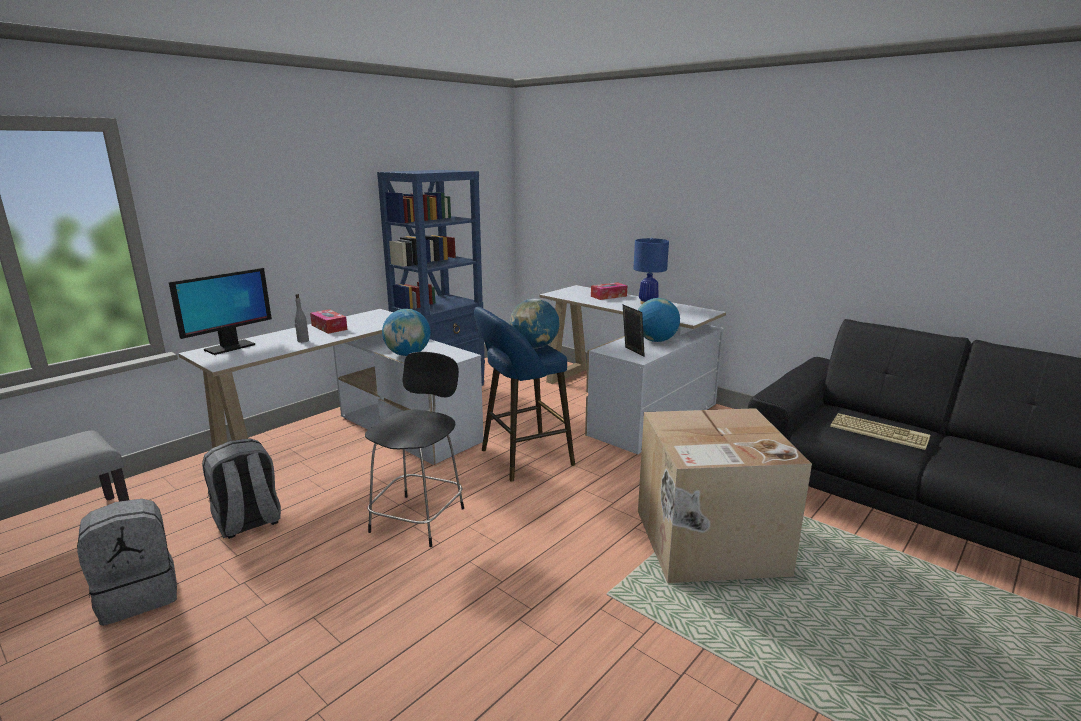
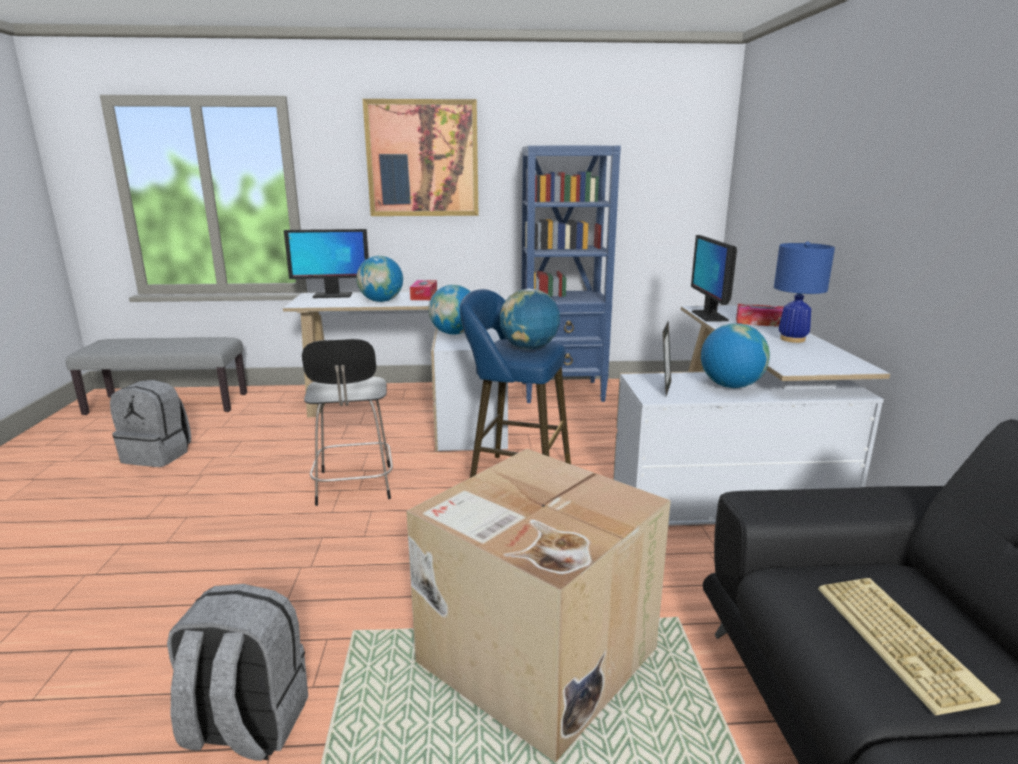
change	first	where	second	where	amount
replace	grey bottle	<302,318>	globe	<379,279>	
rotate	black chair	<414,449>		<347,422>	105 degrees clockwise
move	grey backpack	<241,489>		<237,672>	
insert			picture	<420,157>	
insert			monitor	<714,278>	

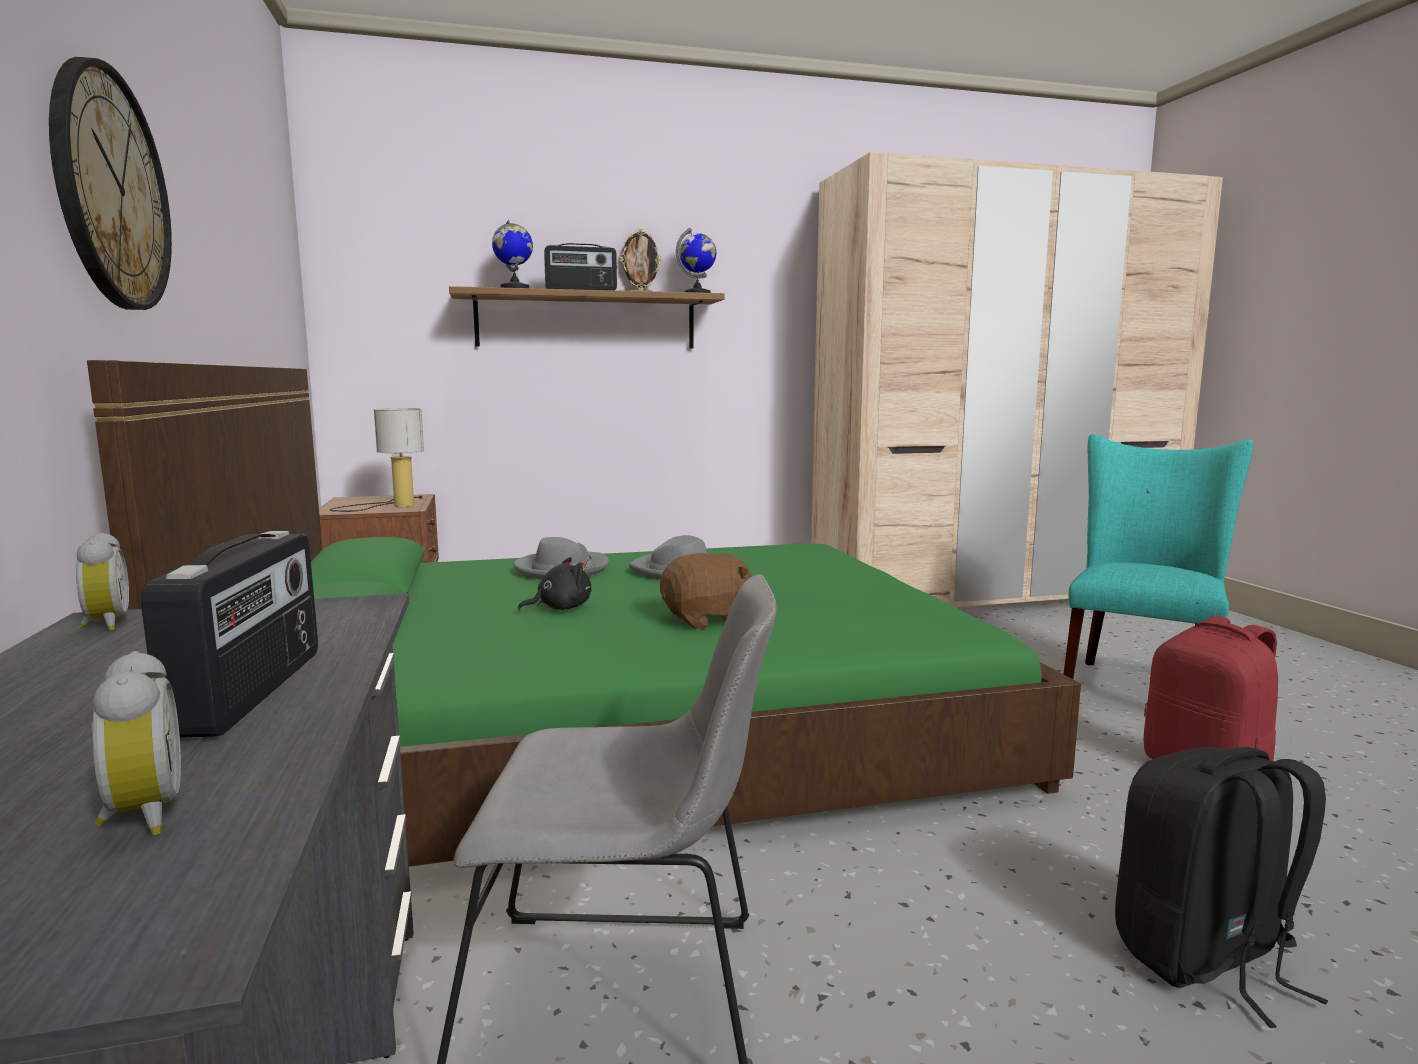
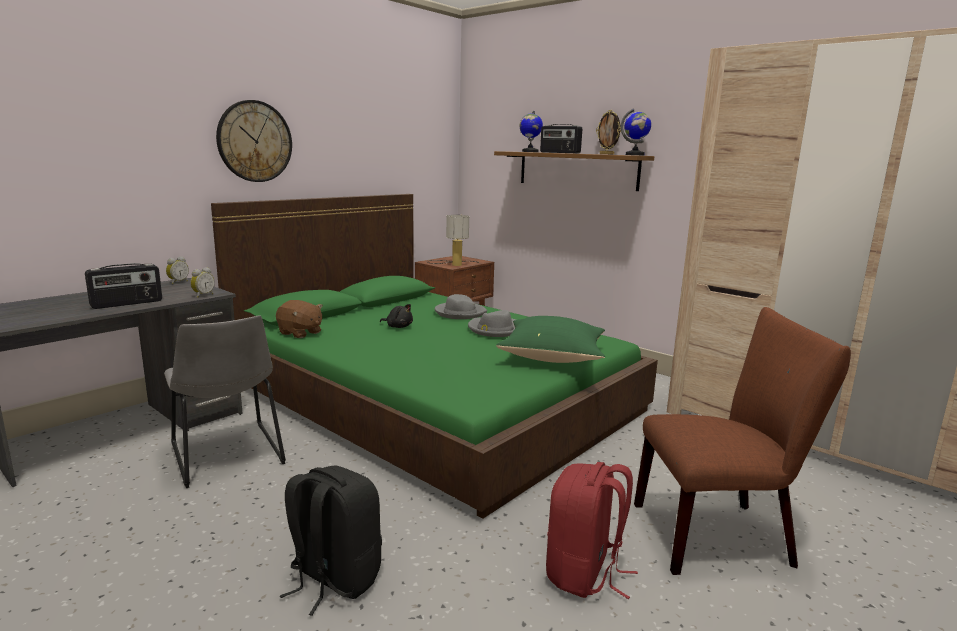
change	first	where	second	where	amount
recolor	turquoise chair	<1158,556>	brown chair	<742,441>	
move	brown plush toy	<706,591>		<299,319>	
move	alarm clock	<136,743>		<202,282>	
insert			green pillow	<550,339>	

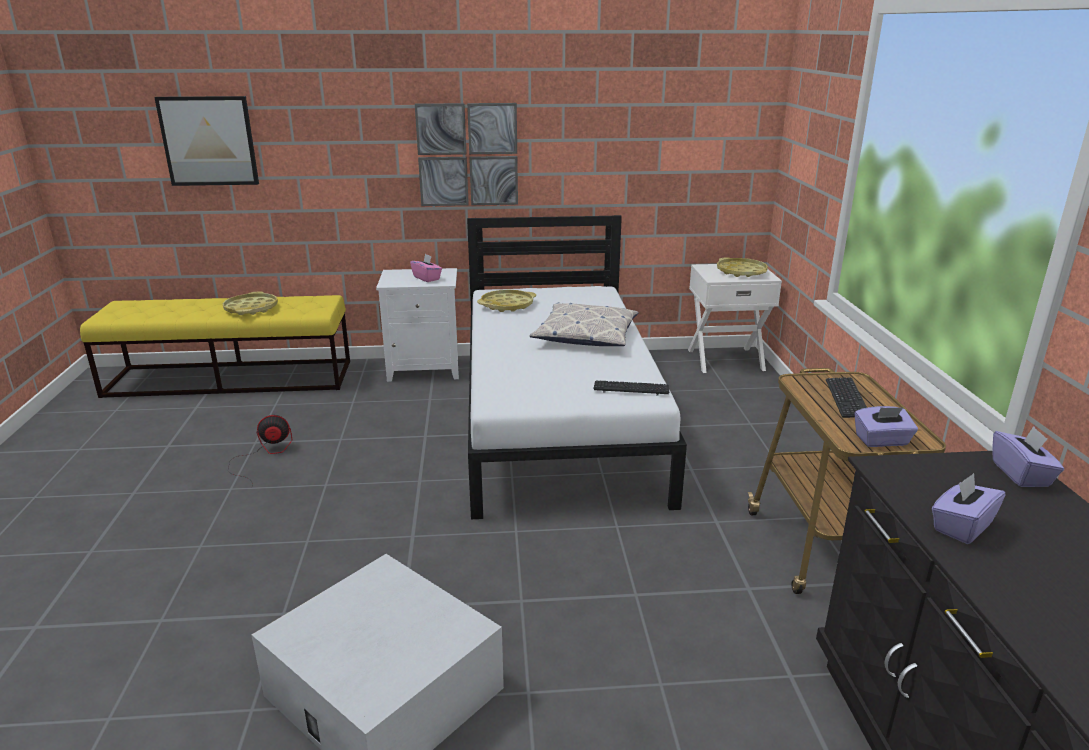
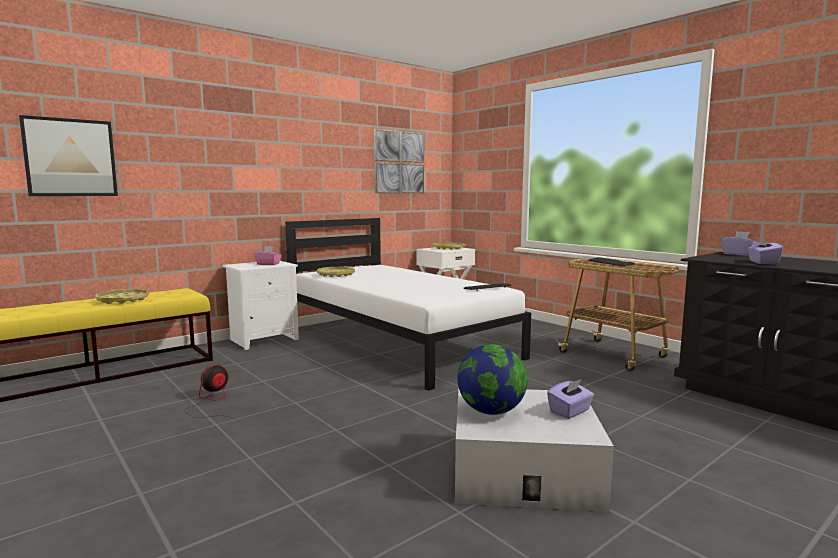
change	first	where	second	where	amount
move	picture	<466,154>		<399,161>	
delete	pillow	<584,324>			
move	purple tissue box	<886,426>		<570,399>	
insert			globe	<492,379>	

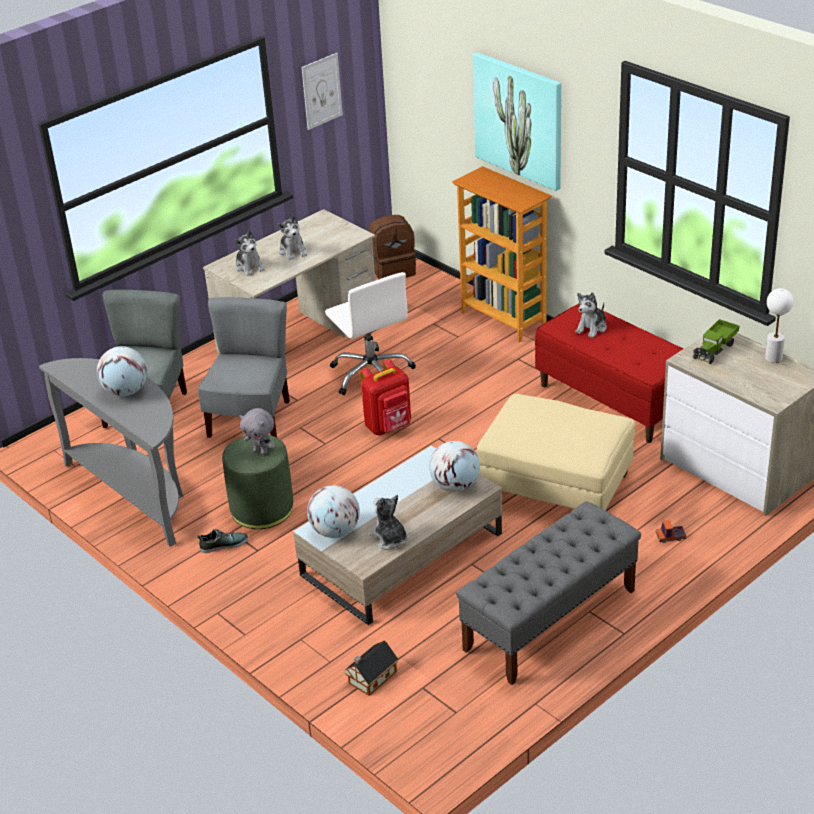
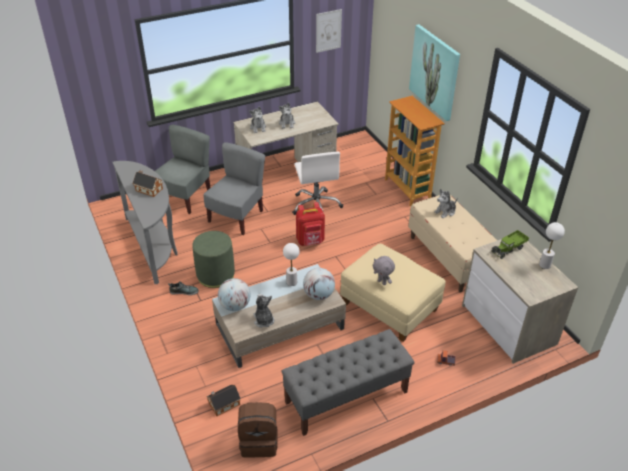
change	first	where	second	where	amount
move	brown backpack	<392,247>		<258,430>	
recolor	red bench	<609,373>	beige bench	<453,244>	
replace	globe	<122,371>	toy house	<148,183>	
move	grey plush toy	<257,431>		<384,270>	
insert			white table lamp	<291,264>	

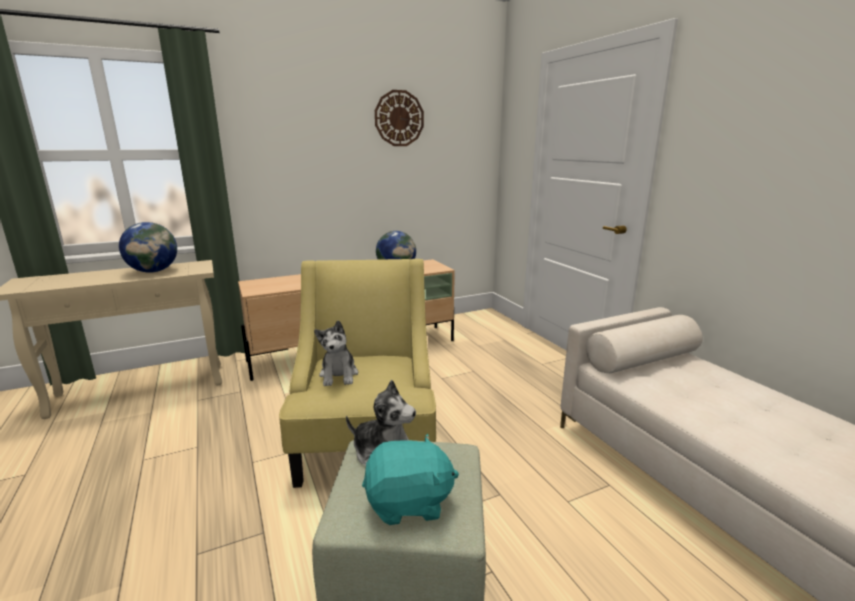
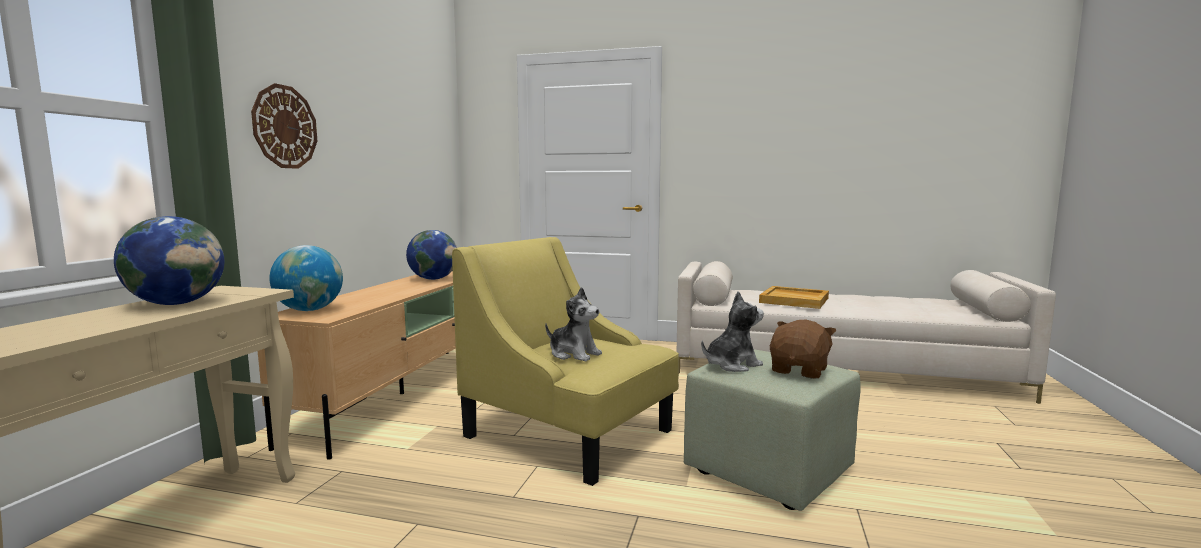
change	first	where	second	where	amount
move	wall clock	<399,118>		<284,126>	
recolor	turquoise plush toy	<410,479>	brown plush toy	<803,349>	
insert			globe	<306,278>	
insert			beige tray	<794,297>	

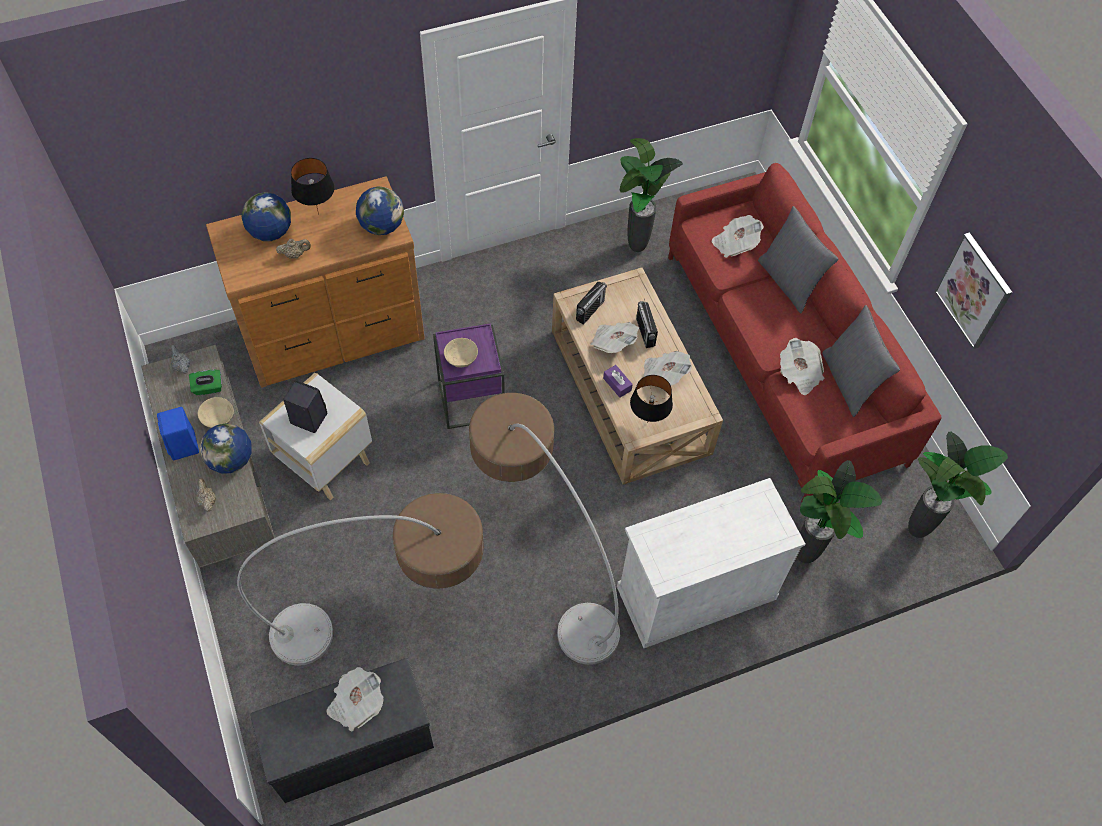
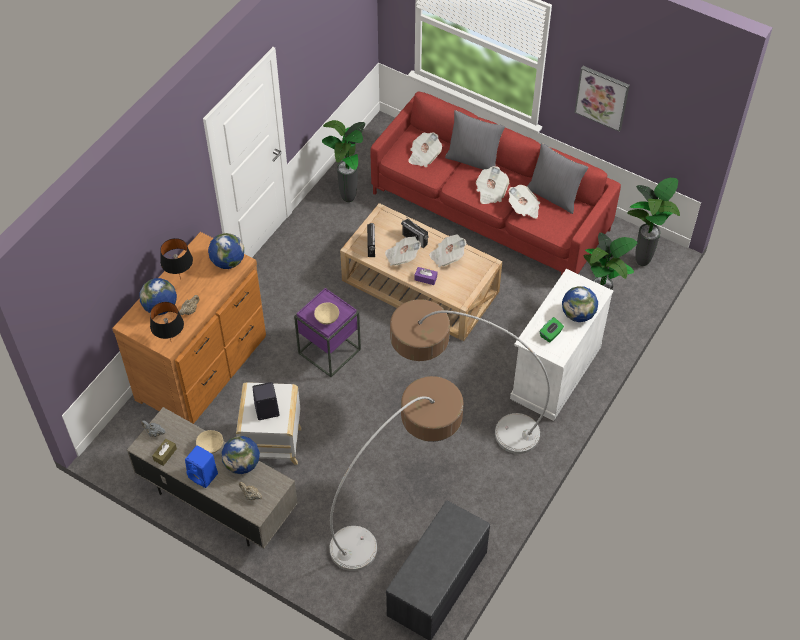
change	first	where	second	where	amount
move	green tissue box	<205,382>		<551,330>	
move	black table lamp	<651,398>		<167,322>	
move	newspaper	<354,699>		<492,185>	
insert			globe	<580,304>	
insert			brown tissue box	<164,452>	

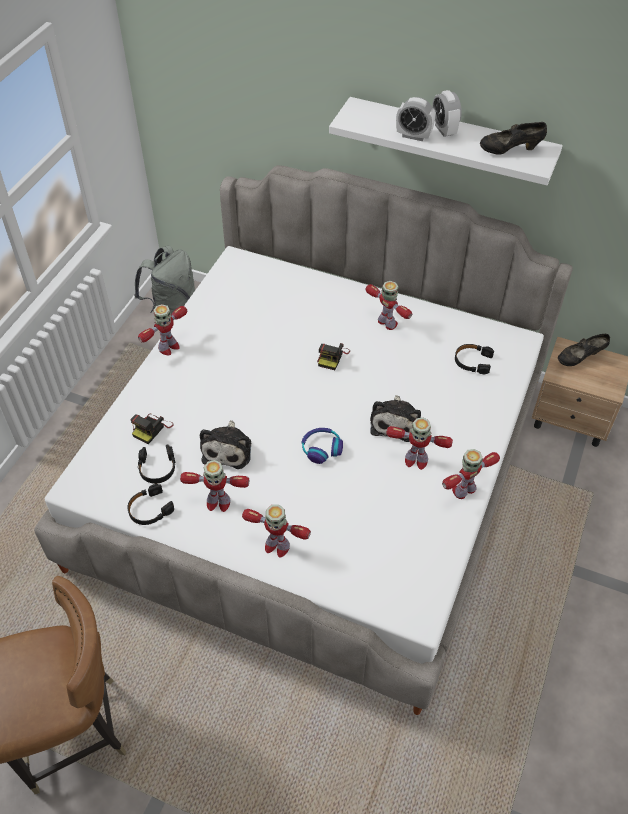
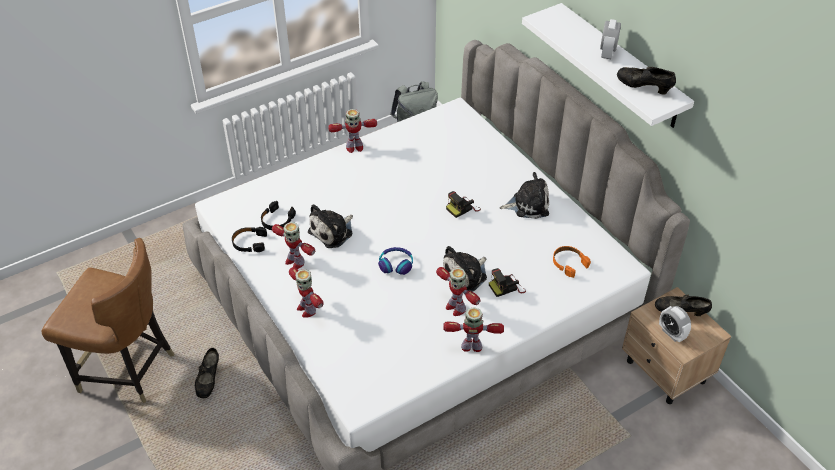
change	first	where	second	where	amount
move	alarm clock	<415,119>		<675,324>	
replace	toy robot	<388,305>	plush toy	<524,195>	
recolor	black headphones	<474,359>	orange headphones	<572,262>	
move	photo camera	<152,429>		<507,282>	
insert			black shoe	<207,373>	

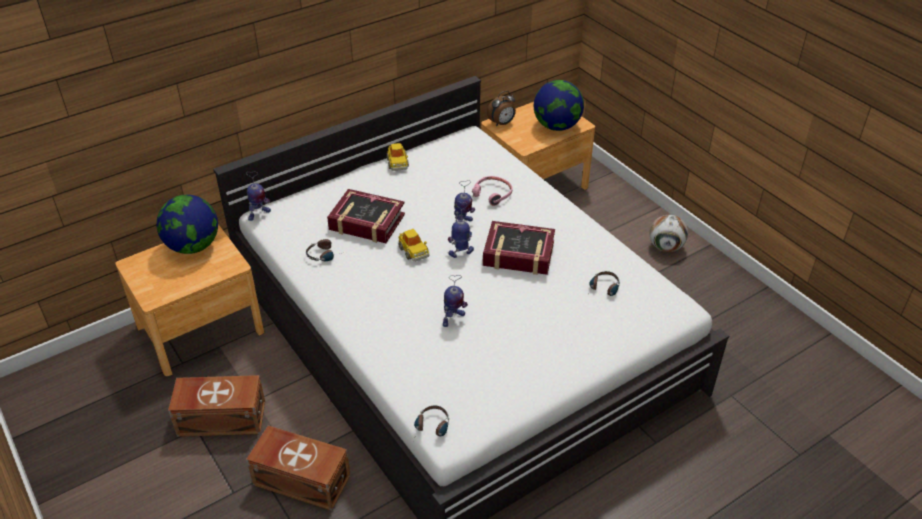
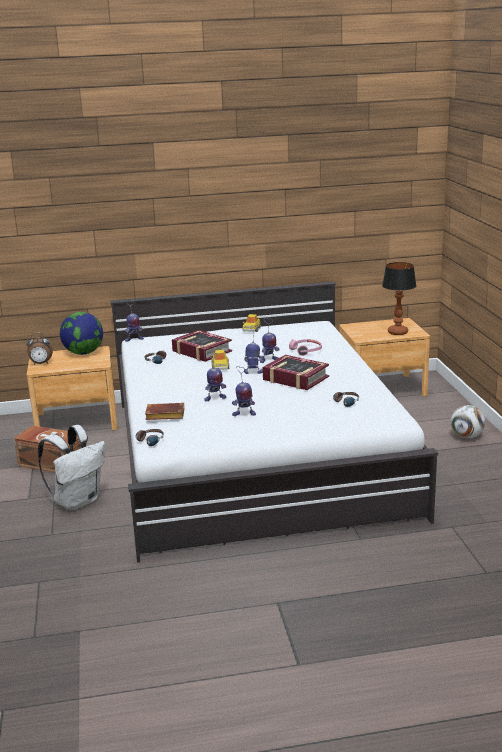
change	first	where	second	where	amount
replace	globe	<559,105>	table lamp	<399,298>	
move	alarm clock	<501,108>		<39,349>	
replace	brown storage box	<298,468>	white backpack	<71,468>	
insert			toy robot	<244,391>	
insert			brown book	<164,411>	

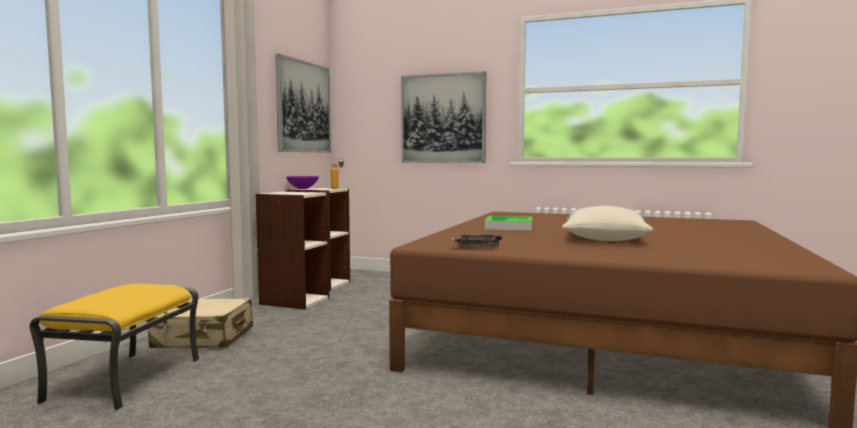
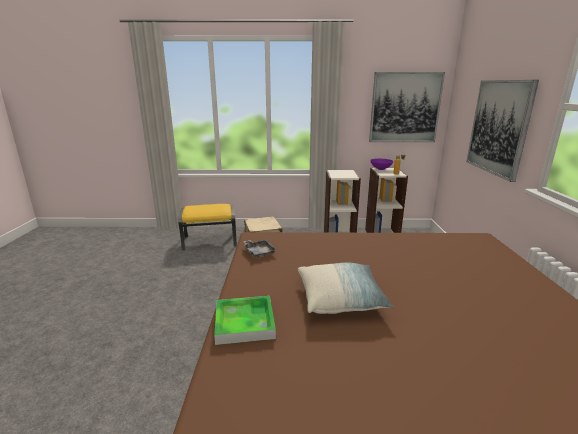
change	first	where	second	where	amount
move	tray	<508,223>		<245,320>	

